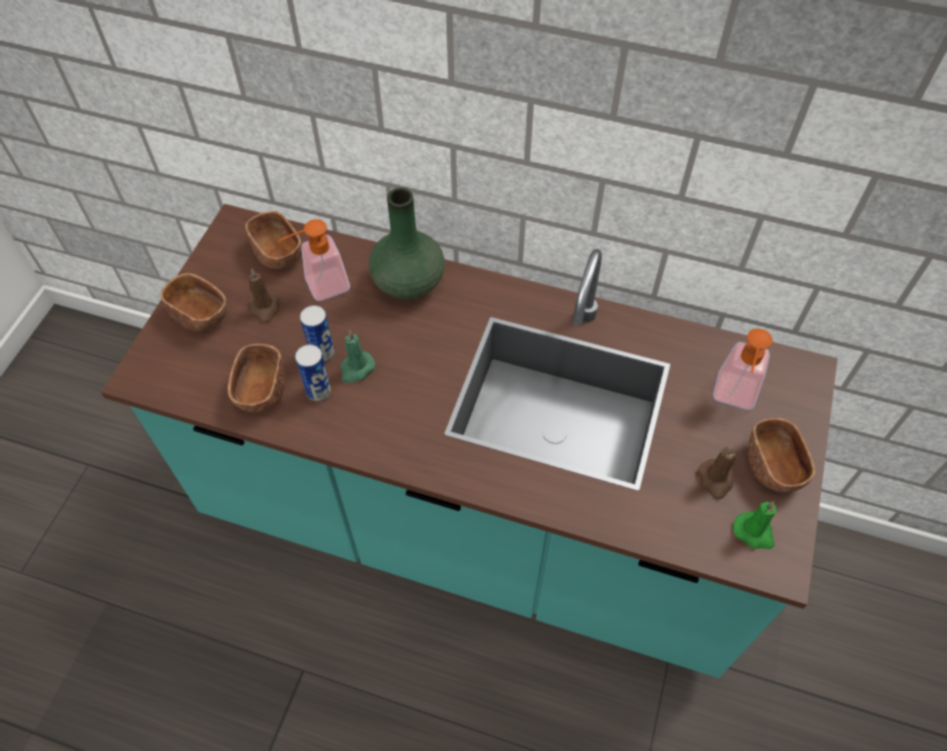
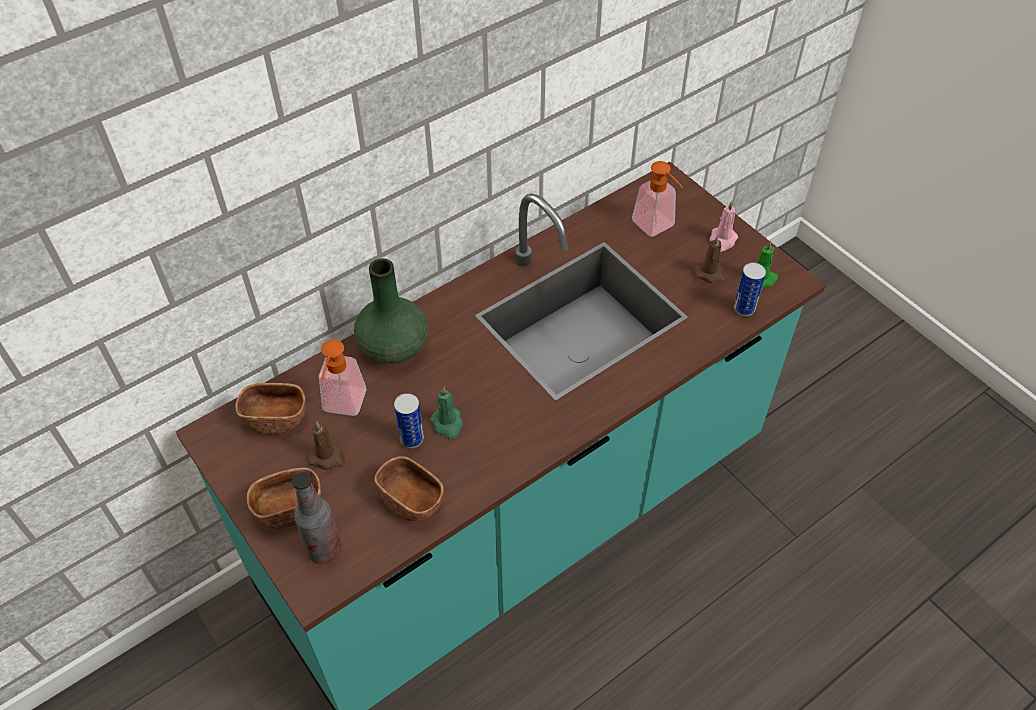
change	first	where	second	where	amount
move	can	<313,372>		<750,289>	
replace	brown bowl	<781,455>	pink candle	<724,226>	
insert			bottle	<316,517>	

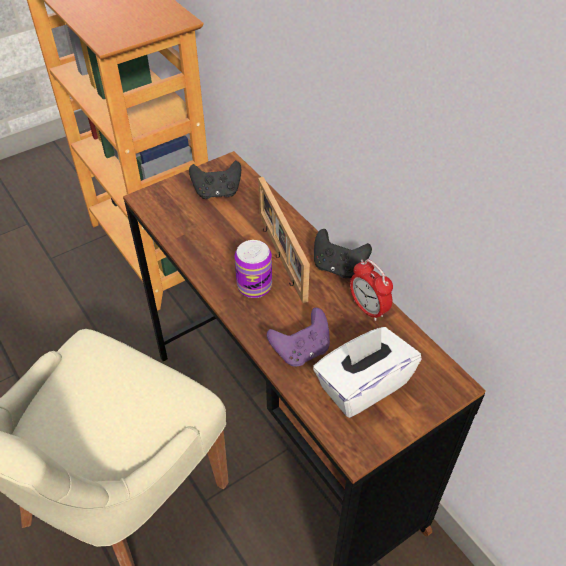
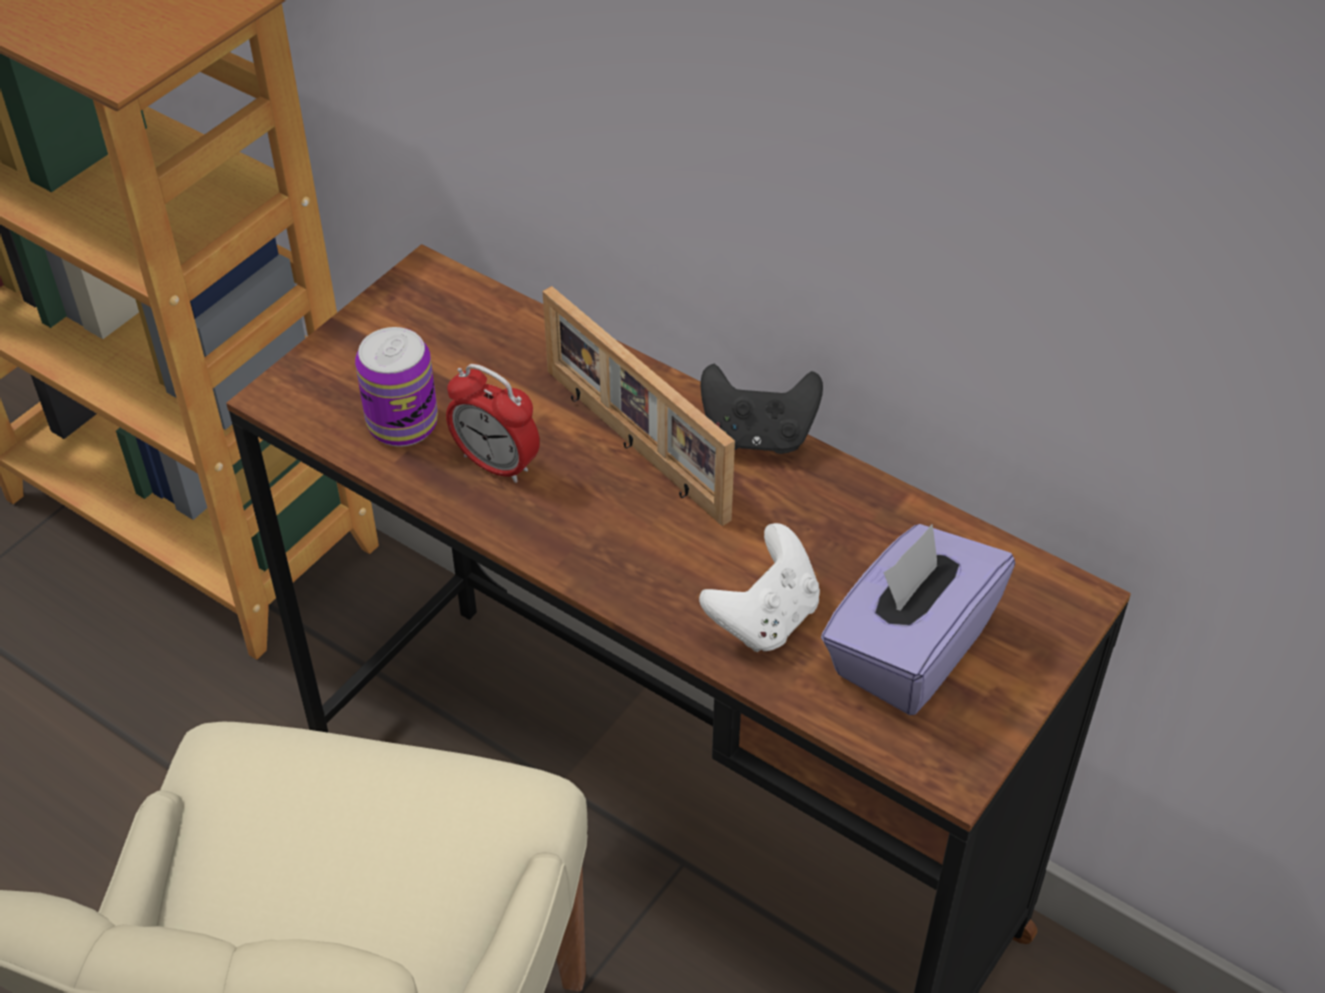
change	first	where	second	where	amount
delete	black game controller	<215,180>			
move	can	<253,269>		<396,387>	
move	alarm clock	<371,290>		<493,423>	
recolor	purple game controller	<298,336>	white game controller	<759,587>	
recolor	white tissue box	<367,372>	purple tissue box	<918,619>	

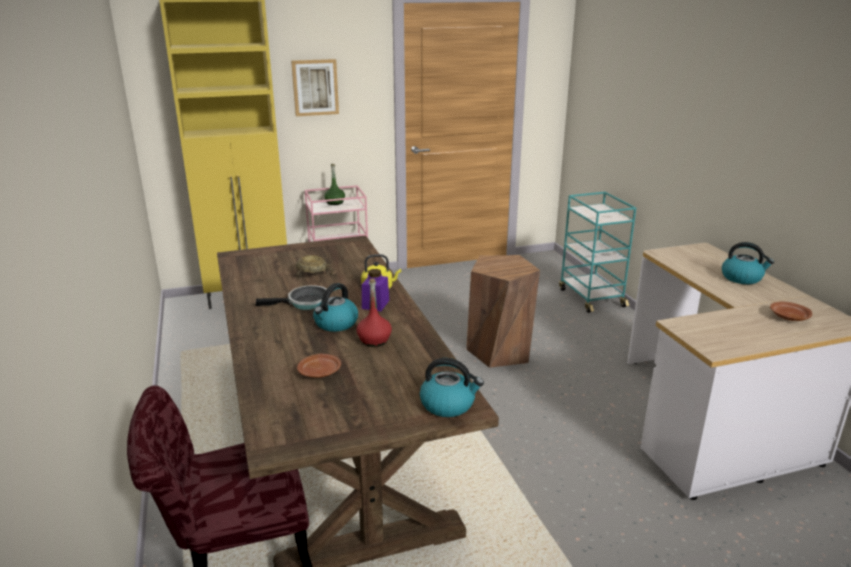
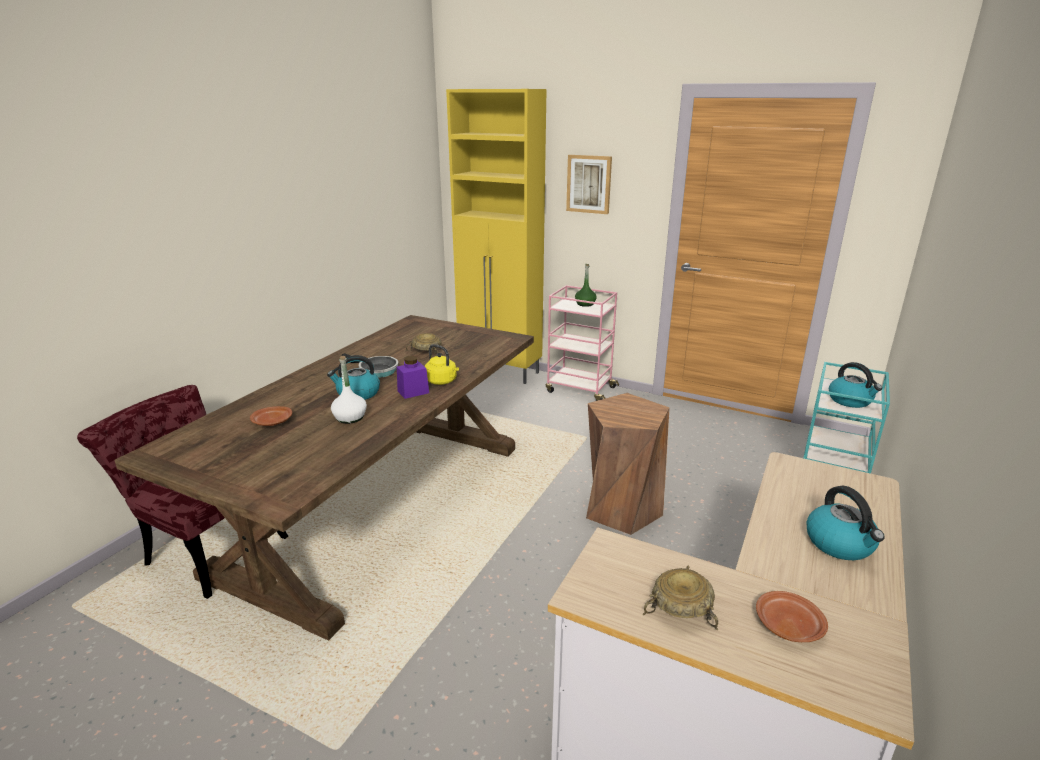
change	first	where	second	where	amount
recolor	red bottle	<374,313>	white bottle	<349,390>	
move	kettle	<452,387>		<855,385>	
insert			beige bowl	<680,598>	

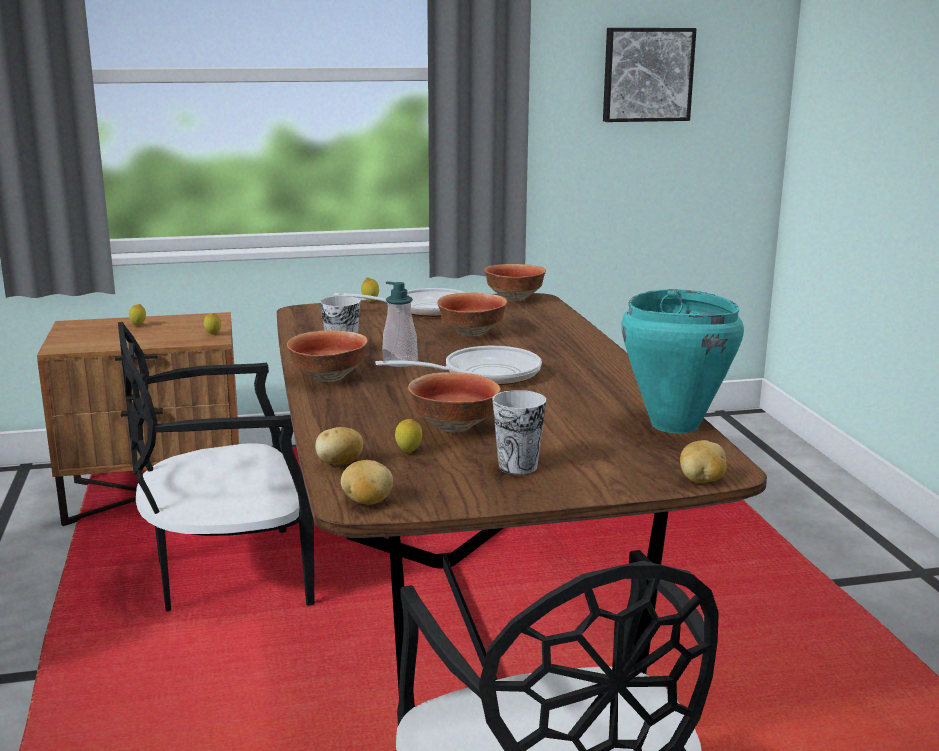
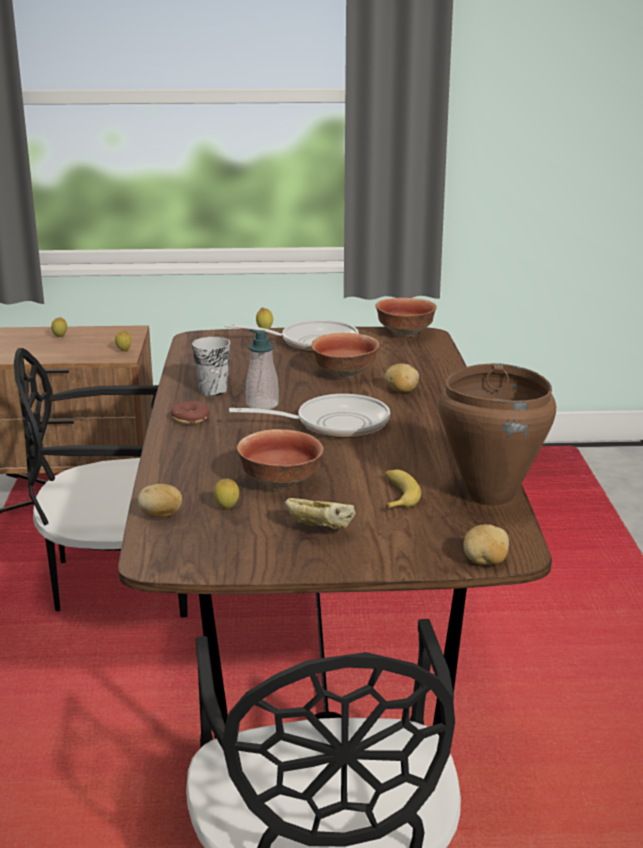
change	first	where	second	where	amount
delete	picture	<650,75>			
recolor	turquoise cooking pot	<682,361>	brown cooking pot	<497,434>	
replace	bowl	<327,356>	donut	<190,412>	
replace	cup	<519,432>	bread	<320,513>	
move	potato	<367,482>		<402,378>	
insert			banana	<403,489>	

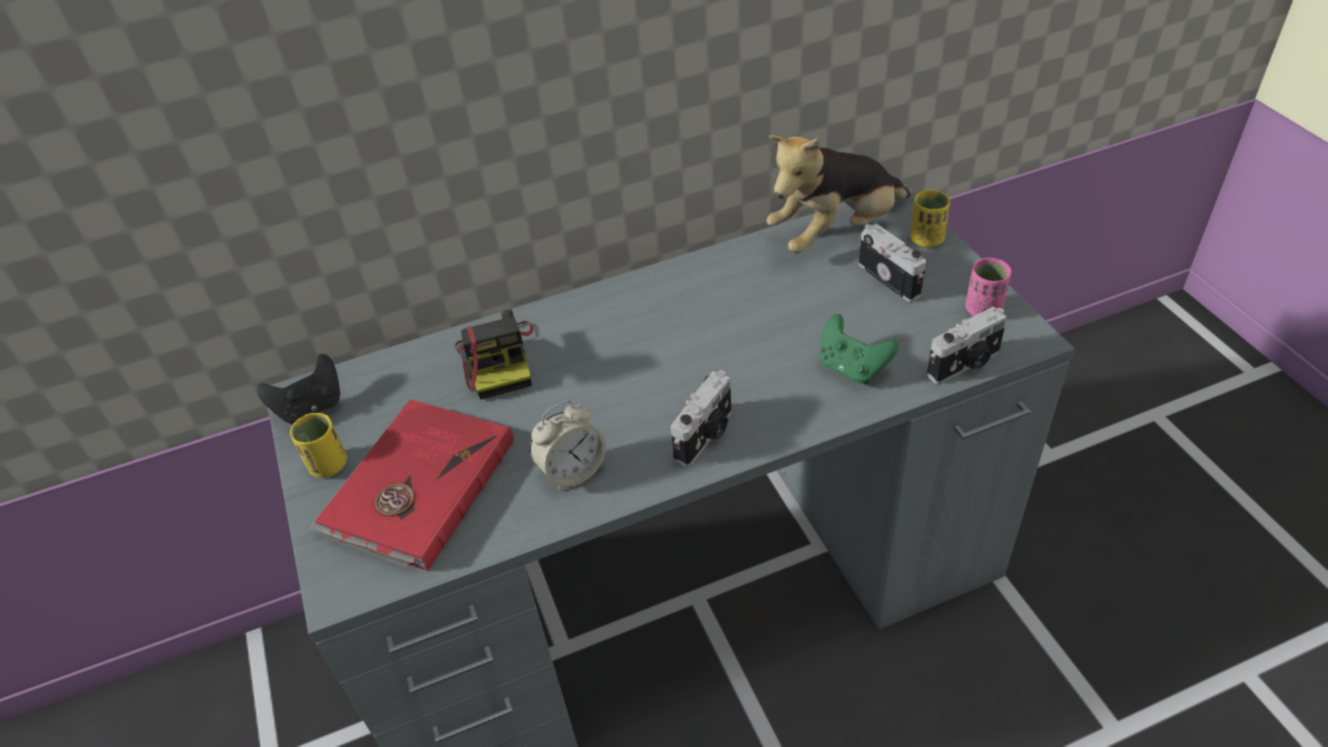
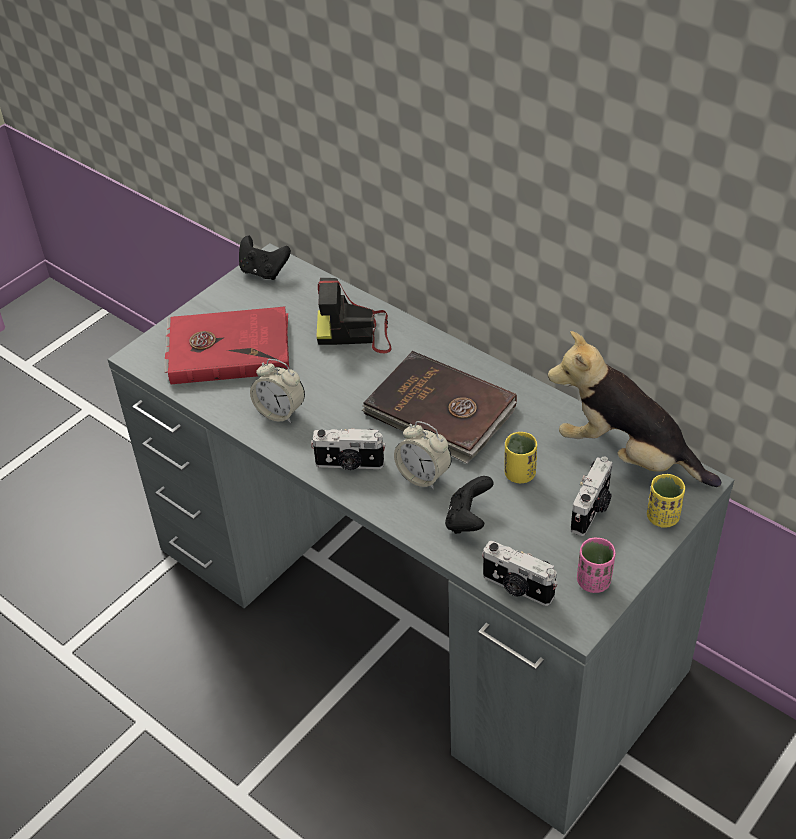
change	first	where	second	where	amount
rotate	photo camera	<494,354>		<354,315>	45 degrees clockwise
recolor	green game controller	<858,349>	black game controller	<469,505>	
move	yellow cup	<318,445>		<520,457>	
insert			brown book	<439,407>	
insert			alarm clock	<423,455>	

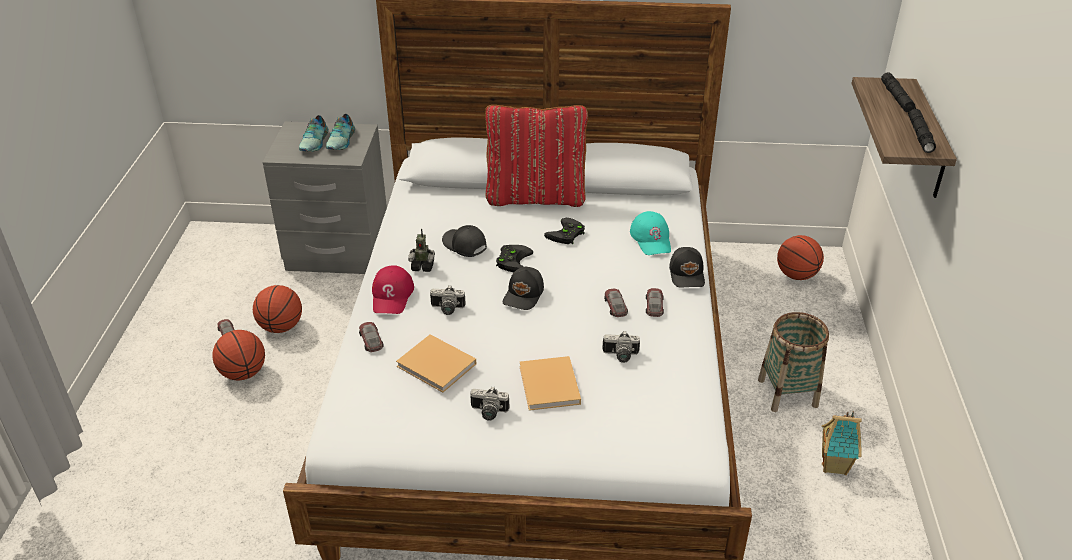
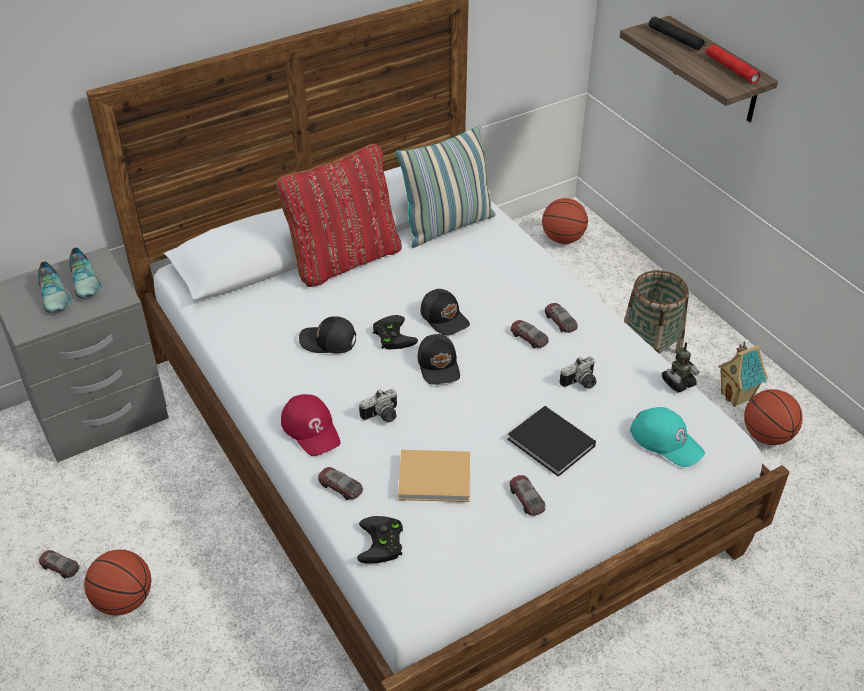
change	first	where	second	where	amount
recolor	black flashlight	<922,131>	red flashlight	<733,64>	
move	turquoise cap	<650,233>		<667,437>	
move	black game controller	<564,231>		<380,540>	
move	toy robot	<421,250>		<681,367>	
move	black cap	<687,267>		<445,312>	
move	basketball	<277,309>		<773,417>	
recolor	beige book	<550,383>	black book	<552,441>	
replace	photo camera	<489,403>	toy car	<528,495>	
insert			pillow	<446,186>	

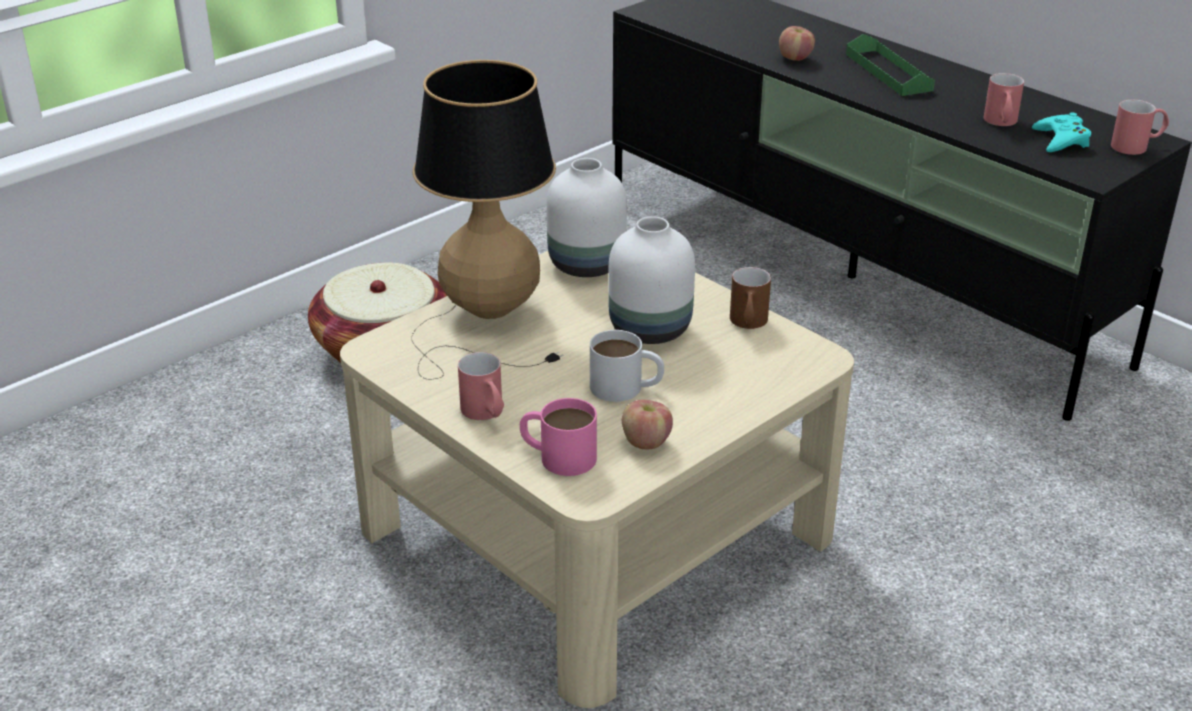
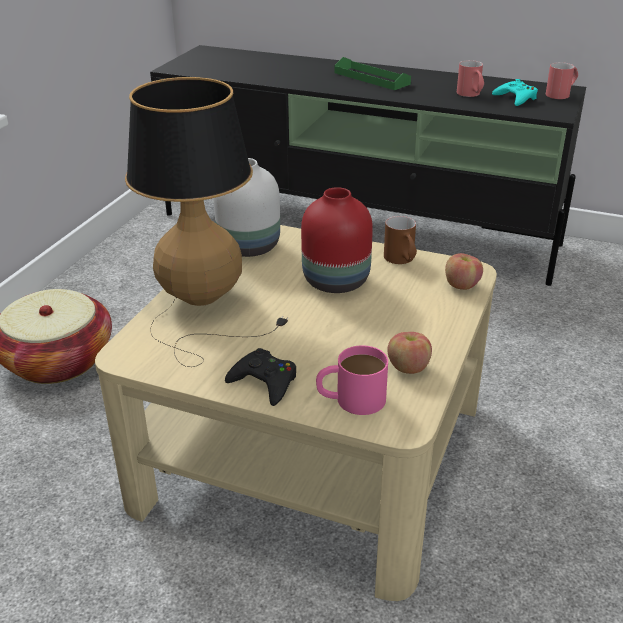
change	first	where	second	where	amount
move	apple	<797,43>		<464,271>	
recolor	white vase	<651,280>	red vase	<337,240>	
delete	white mug	<627,366>			
replace	red mug	<481,386>	black game controller	<260,377>	

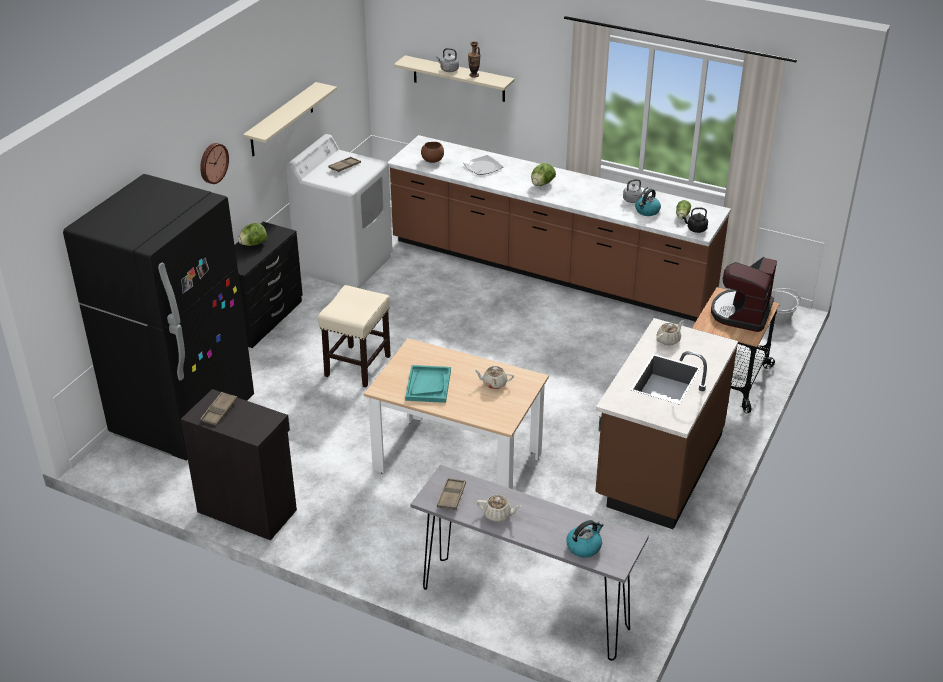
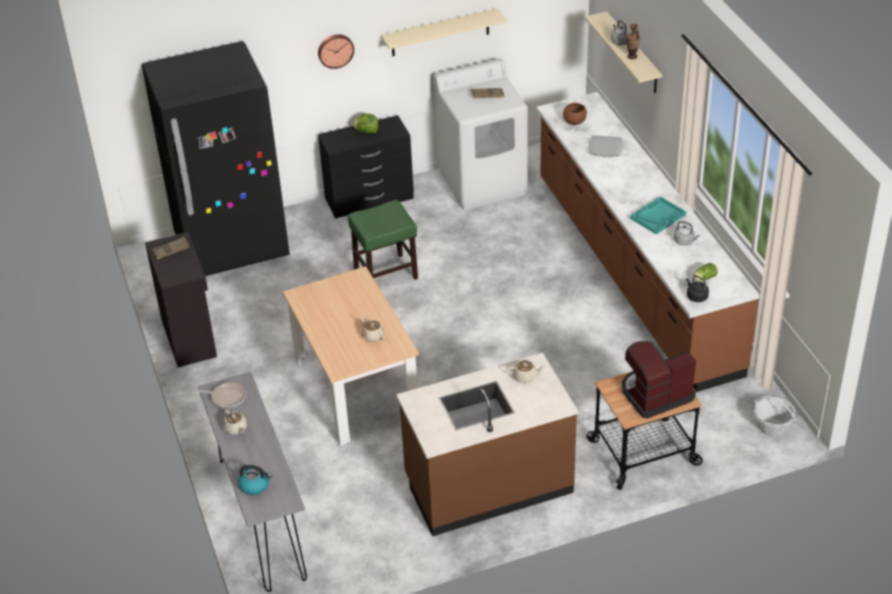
change	first	where	second	where	amount
delete	lettuce	<543,174>			
delete	kettle	<648,202>			
recolor	beige stool	<354,336>	green stool	<383,240>	
move	turquoise tray	<428,384>		<658,215>	
replace	brown tray	<451,494>	frying pan	<219,395>	

